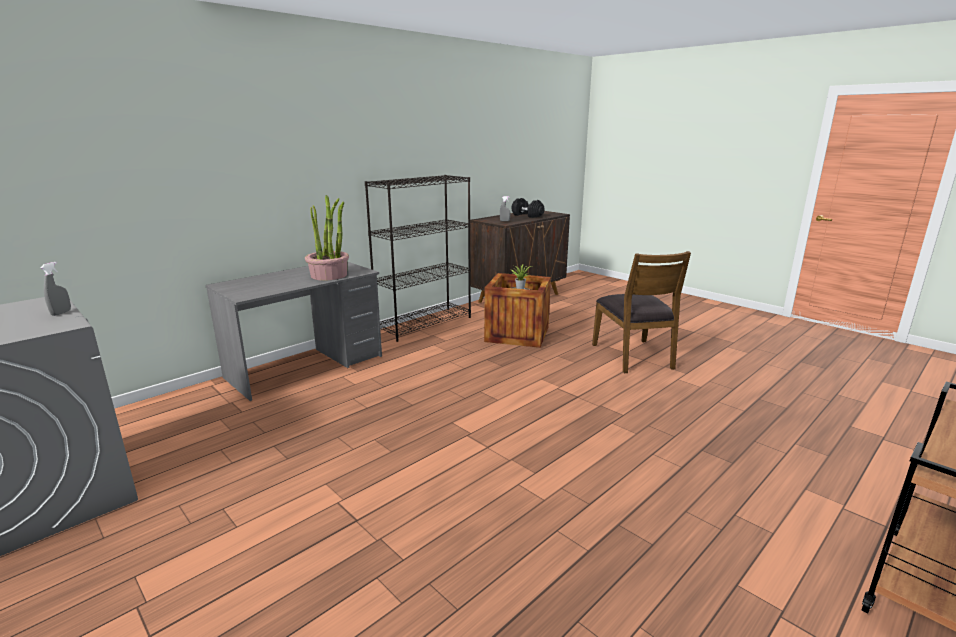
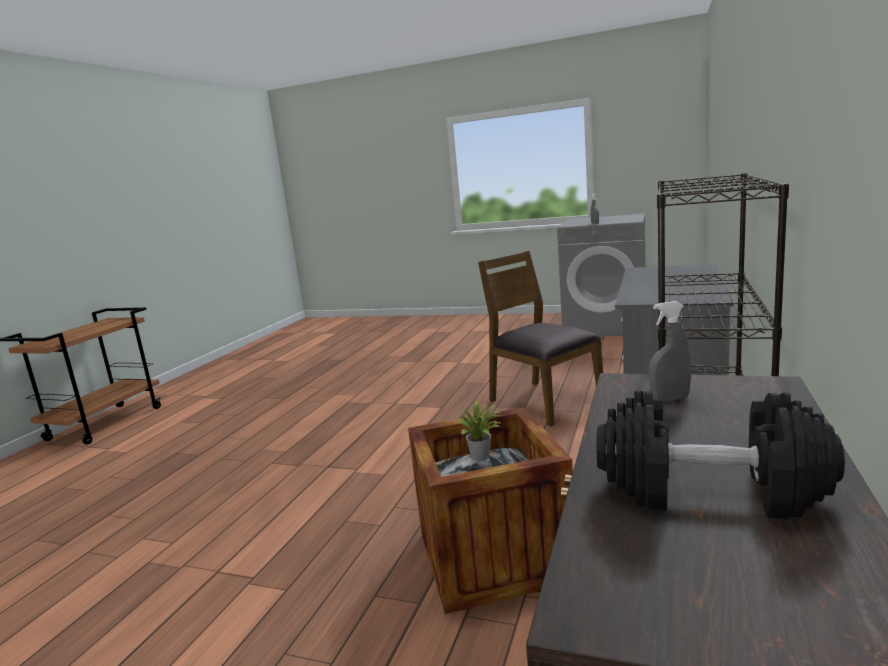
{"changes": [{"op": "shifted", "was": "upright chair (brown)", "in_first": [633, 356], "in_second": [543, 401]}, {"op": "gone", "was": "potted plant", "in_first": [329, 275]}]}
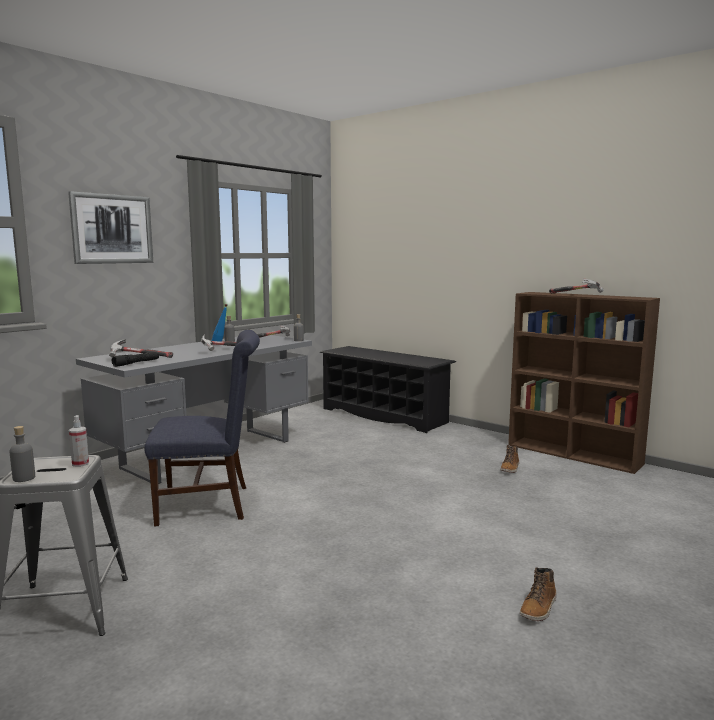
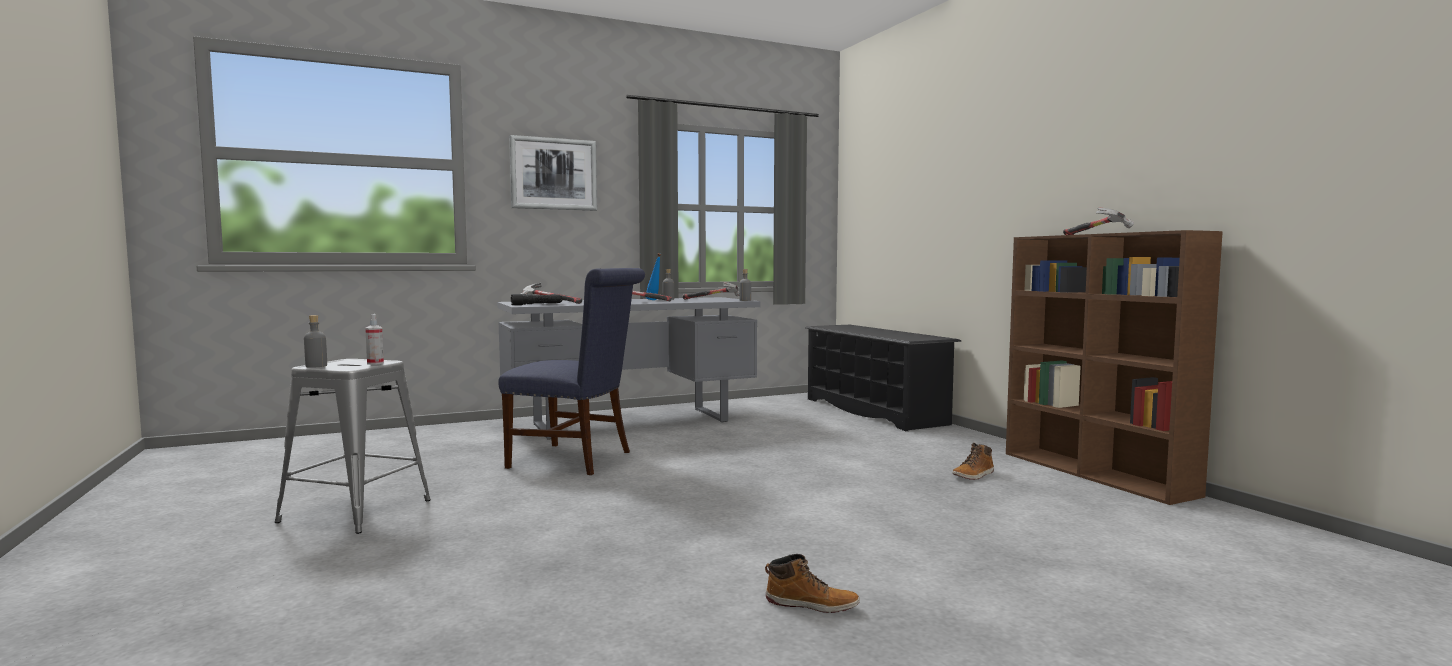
{"changes": [{"op": "rotated", "was": "boot", "in_first": [539, 608], "in_second": [811, 604], "clockwise": -135}]}
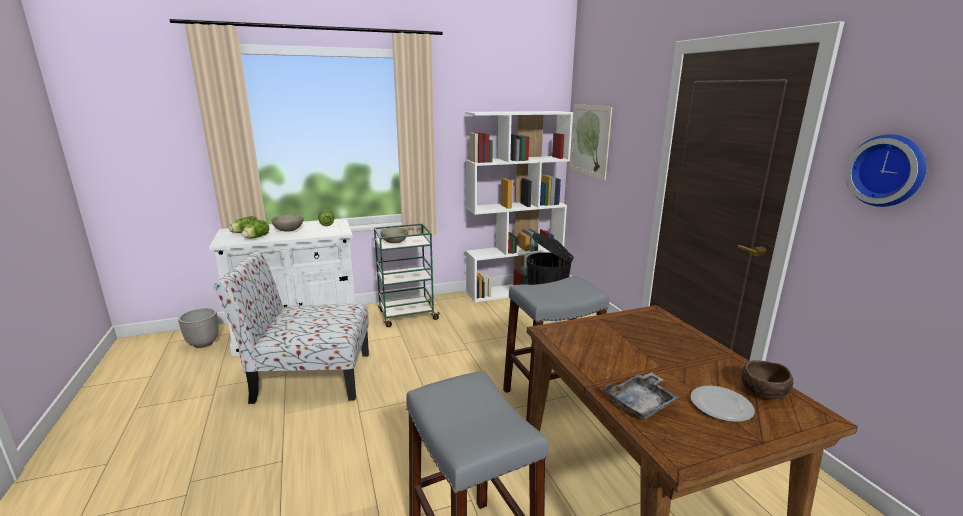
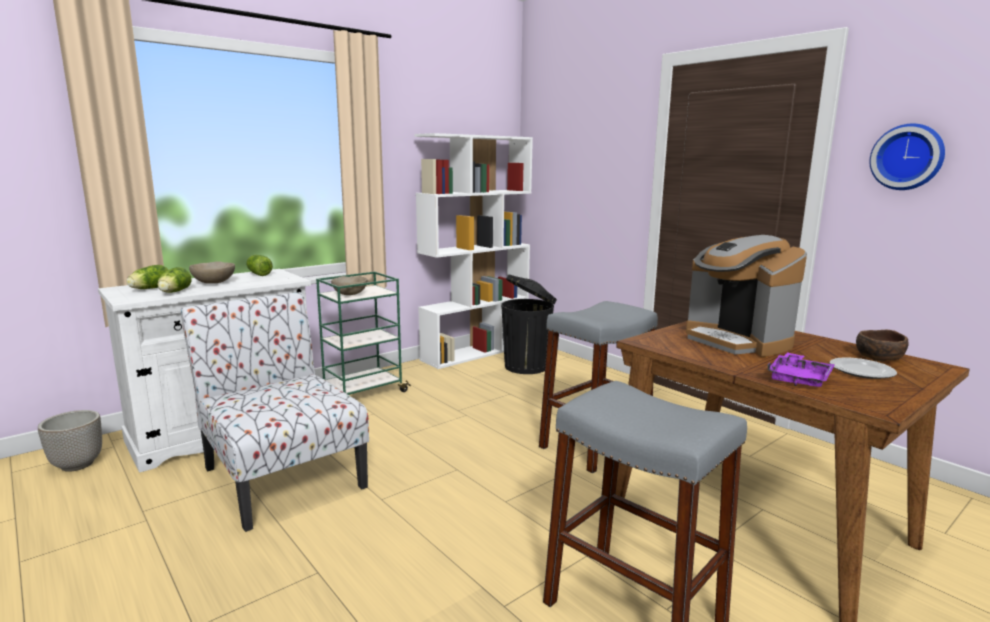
{"changes": [{"op": "rotated", "was": "upright chair", "in_first": [309, 377], "in_second": [282, 476], "clockwise": 75}, {"op": "new", "now": "coffee maker", "in_second": [736, 341]}, {"op": "repainted", "was": "tray (greyish)", "now": "tray (purplish)", "in_first": [642, 404], "in_second": [799, 379]}, {"op": "gone", "was": "picture", "in_first": [589, 140]}]}
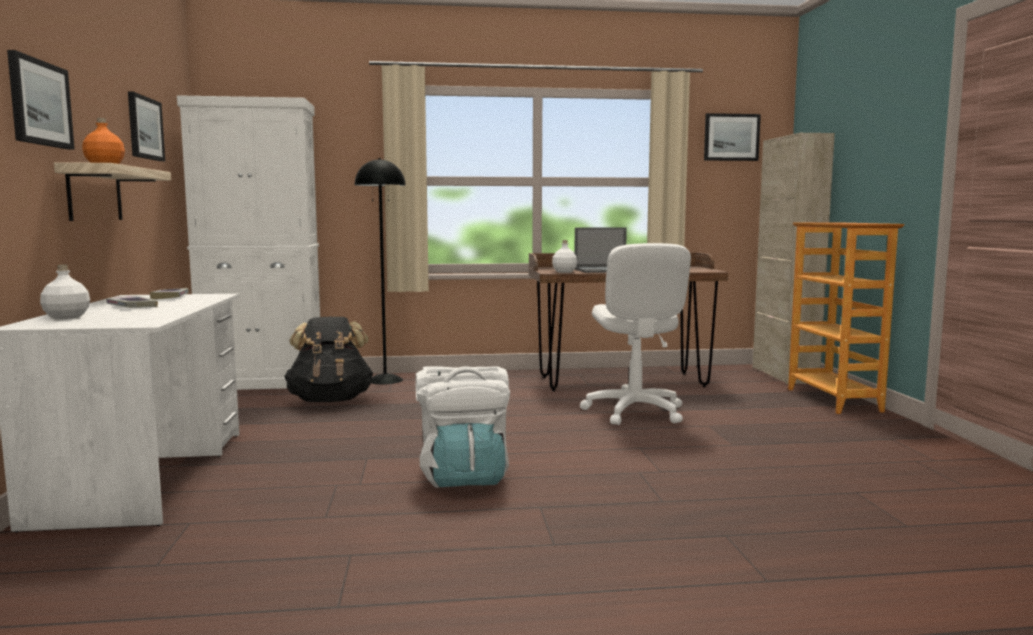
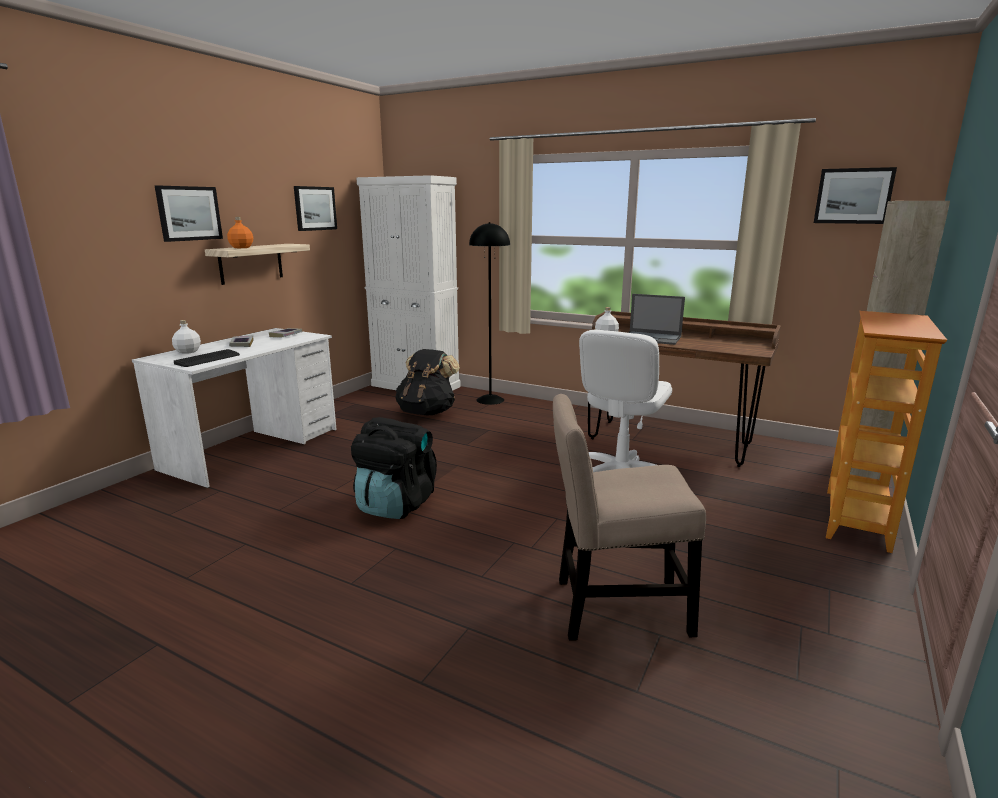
{"changes": [{"op": "new", "now": "keyboard", "in_second": [208, 359]}, {"op": "repainted", "was": "knapsack (whitish)", "now": "knapsack (black)", "in_first": [464, 476], "in_second": [395, 504]}, {"op": "new", "now": "upright chair (sand-coloured)", "in_second": [614, 608]}]}
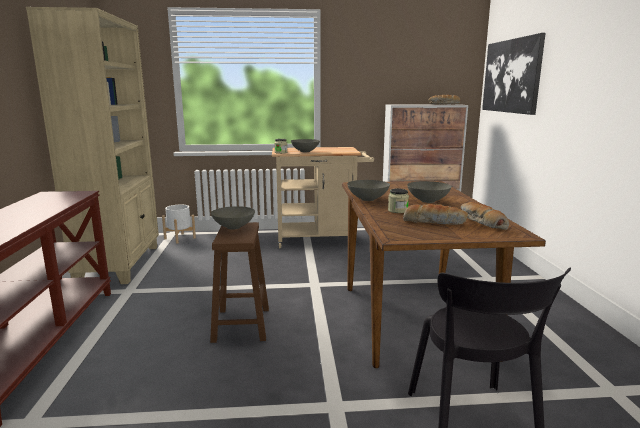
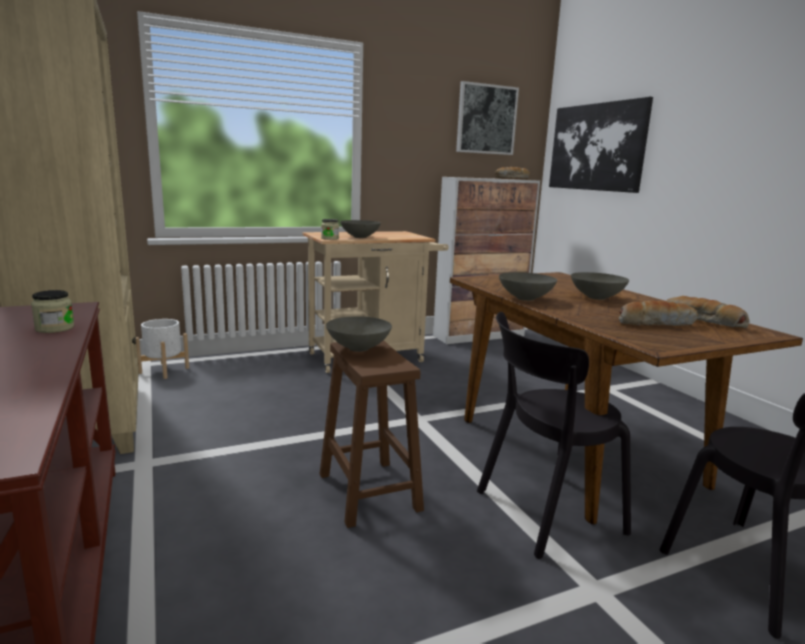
{"changes": [{"op": "shifted", "was": "storage jar", "in_first": [397, 211], "in_second": [55, 328]}, {"op": "new", "now": "picture", "in_second": [486, 119]}, {"op": "new", "now": "upright chair (black)", "in_second": [543, 513]}]}
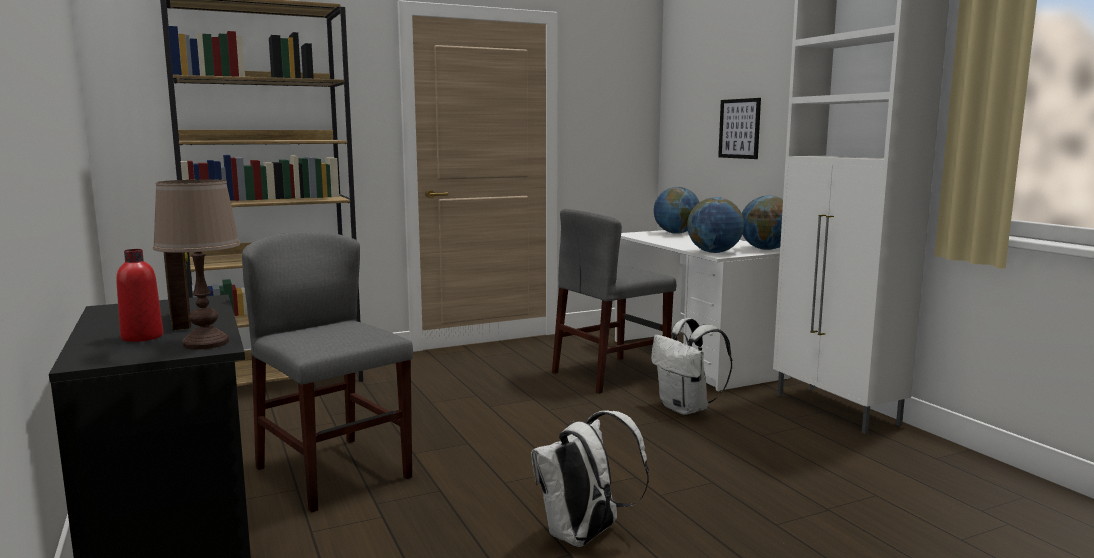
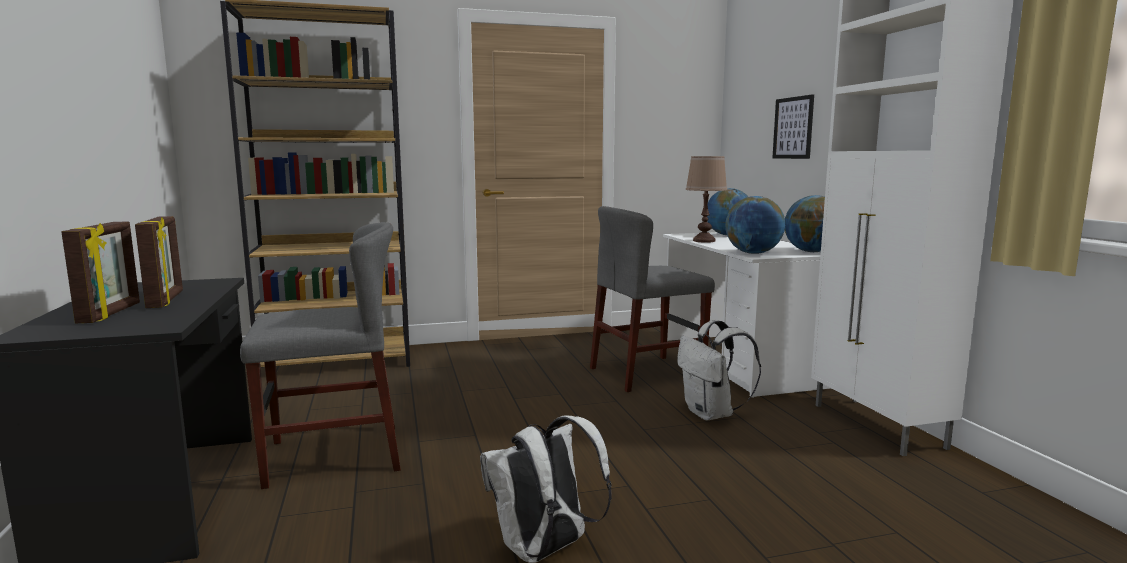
{"changes": [{"op": "swapped", "was": "bottle (reddish)", "now": "picture frame", "in_first": [142, 337], "in_second": [111, 313]}, {"op": "rotated", "was": "upright chair (greyish)", "in_first": [333, 472], "in_second": [334, 455], "clockwise": 105}, {"op": "shifted", "was": "lamp for a table (brown)", "in_first": [206, 343], "in_second": [704, 241]}]}
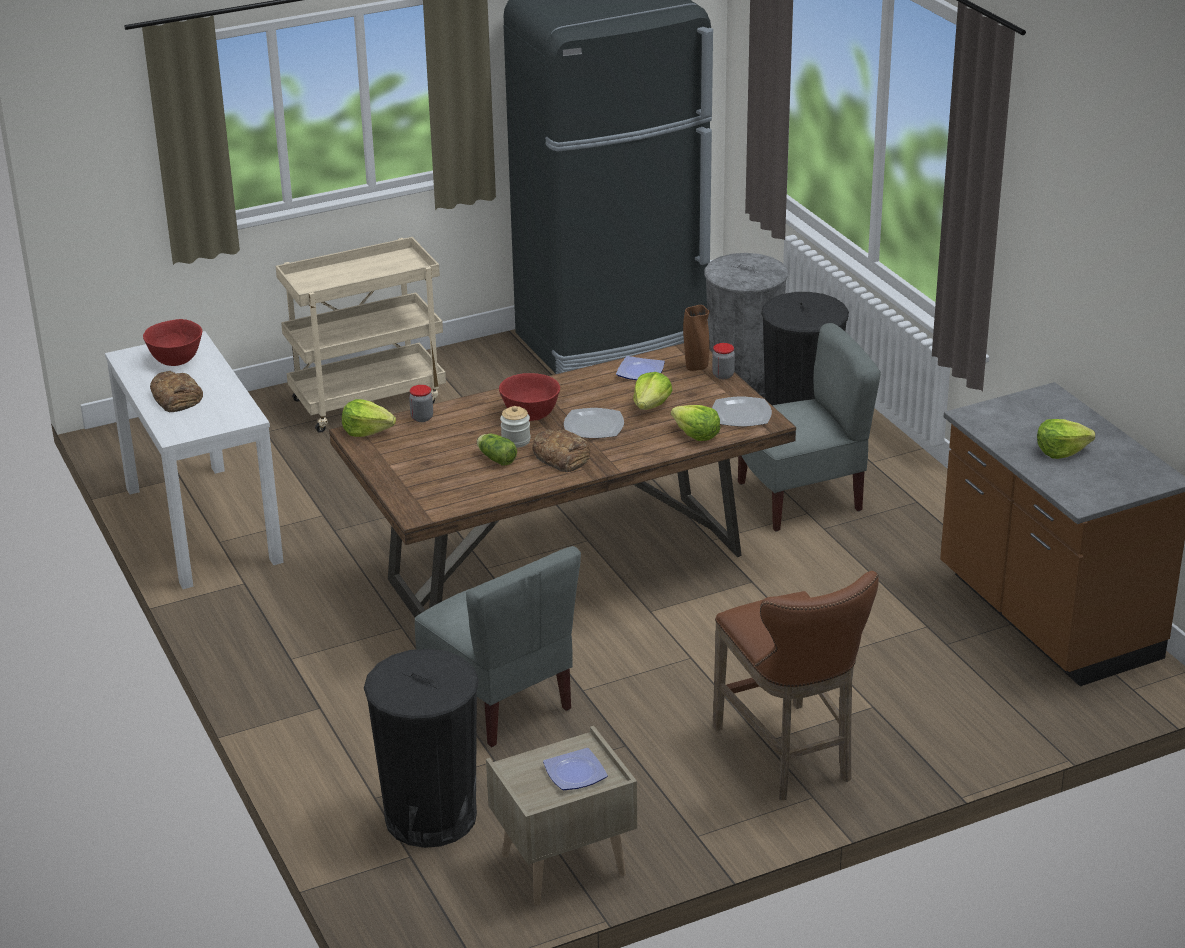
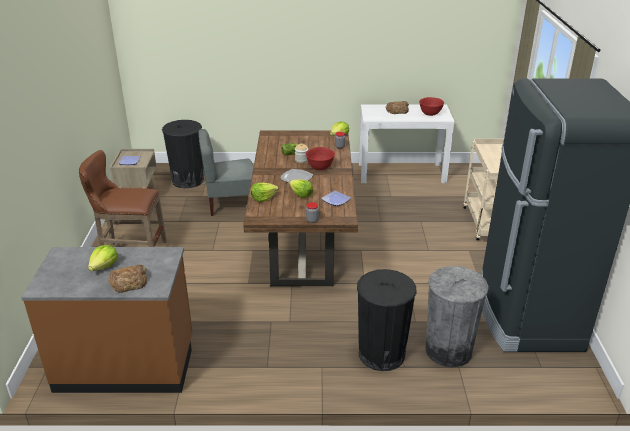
{"changes": [{"op": "shifted", "was": "bakery bread", "in_first": [561, 456], "in_second": [129, 282]}, {"op": "gone", "was": "vase (brown)", "in_first": [696, 367]}, {"op": "gone", "was": "dinner plate", "in_first": [742, 414]}, {"op": "gone", "was": "upright chair (greyish)", "in_first": [801, 498]}]}
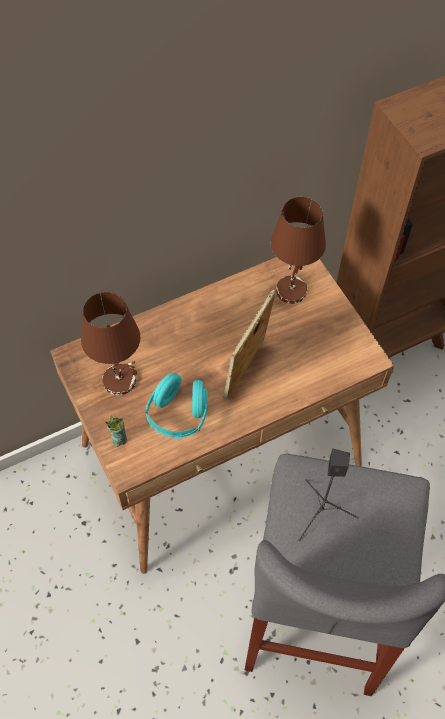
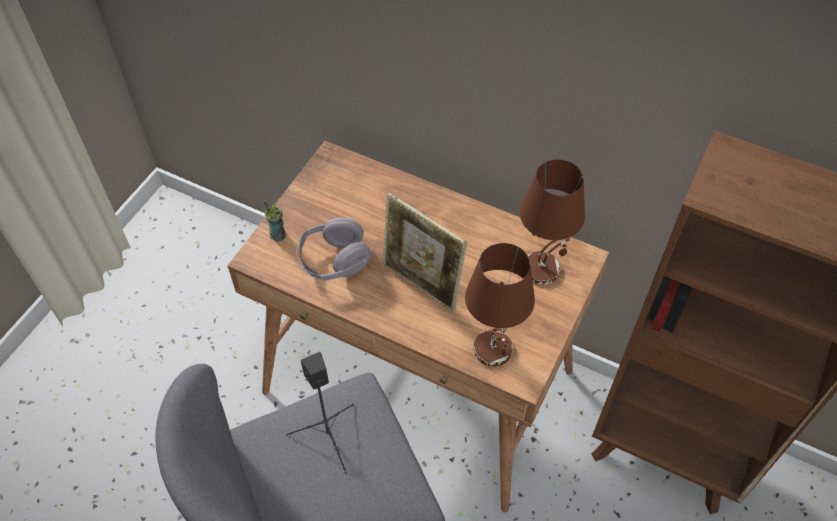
{"changes": [{"op": "repainted", "was": "headset (turquoise-coloured)", "now": "headset (greyish)", "in_first": [178, 415], "in_second": [334, 262]}, {"op": "rotated", "was": "picture frame", "in_first": [246, 370], "in_second": [421, 285], "clockwise": -135}, {"op": "shifted", "was": "lamp for a table (brown)", "in_first": [120, 380], "in_second": [493, 350]}]}
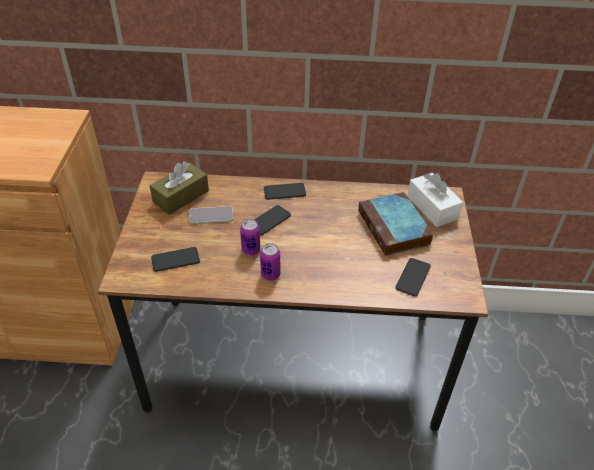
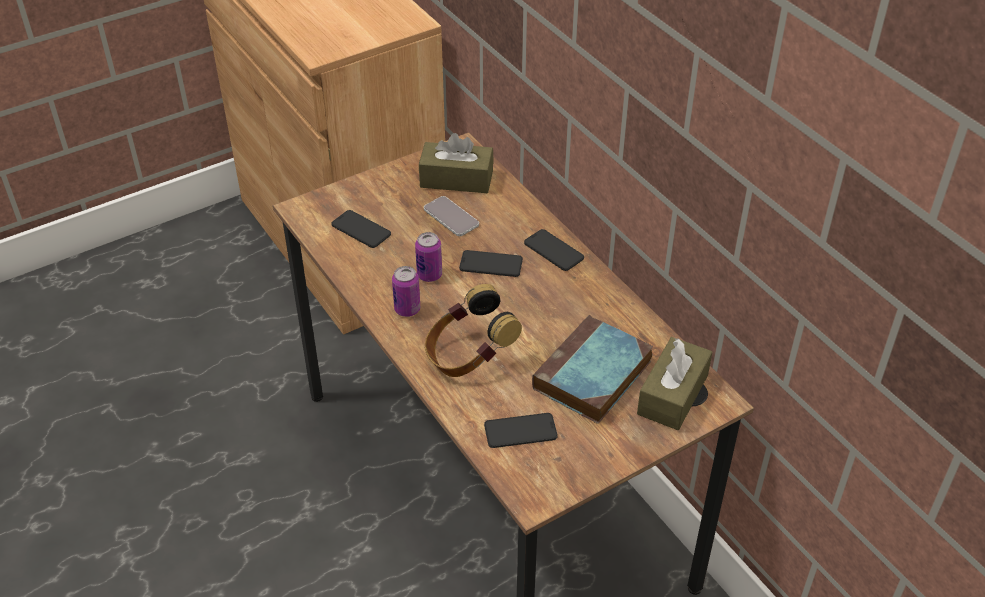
{"changes": [{"op": "new", "now": "headset", "in_second": [468, 356]}, {"op": "repainted", "was": "tissue holder (whitish)", "now": "tissue holder (brown)", "in_first": [432, 207], "in_second": [672, 394]}]}
